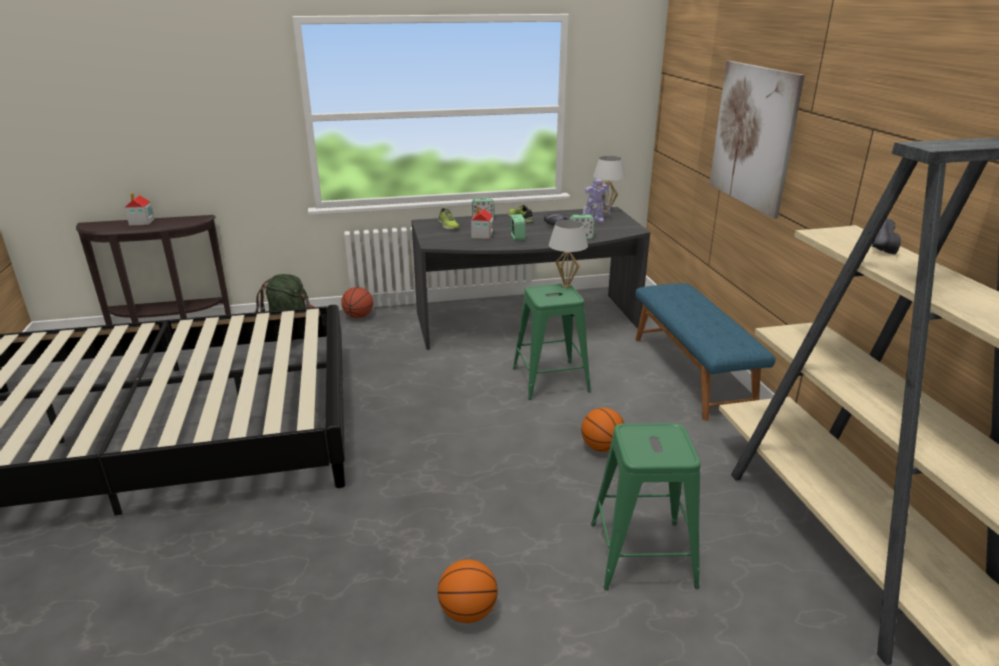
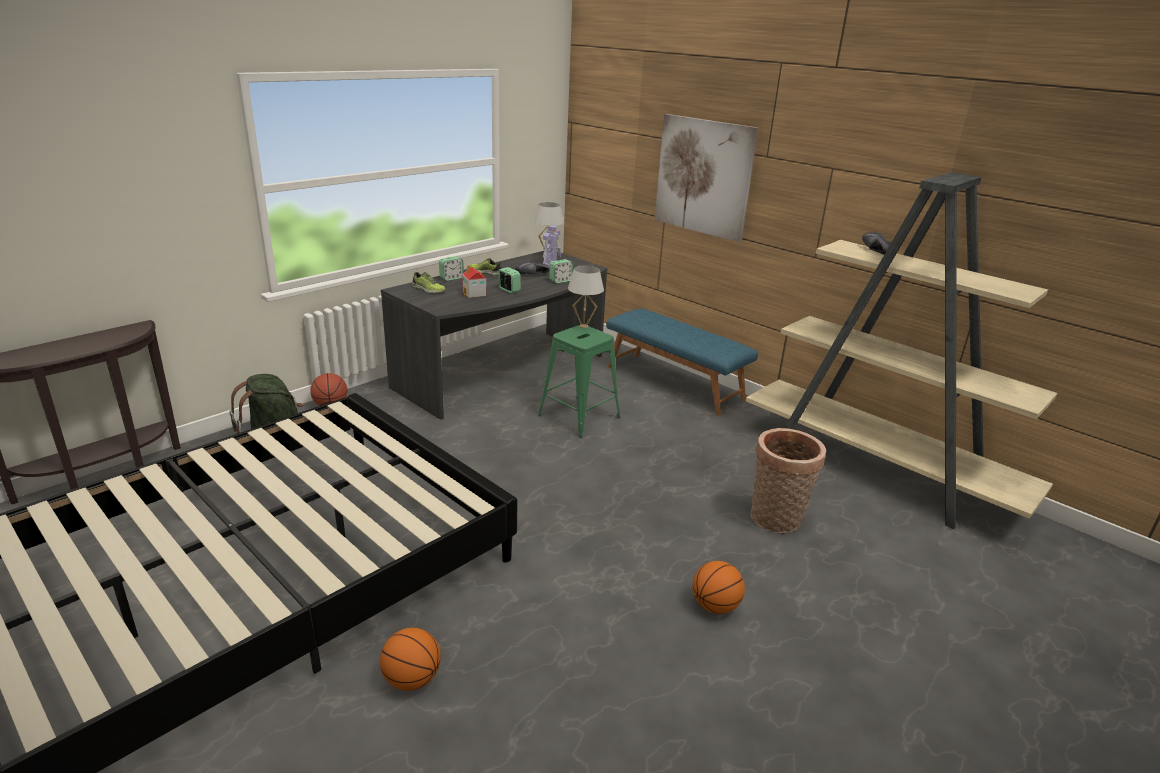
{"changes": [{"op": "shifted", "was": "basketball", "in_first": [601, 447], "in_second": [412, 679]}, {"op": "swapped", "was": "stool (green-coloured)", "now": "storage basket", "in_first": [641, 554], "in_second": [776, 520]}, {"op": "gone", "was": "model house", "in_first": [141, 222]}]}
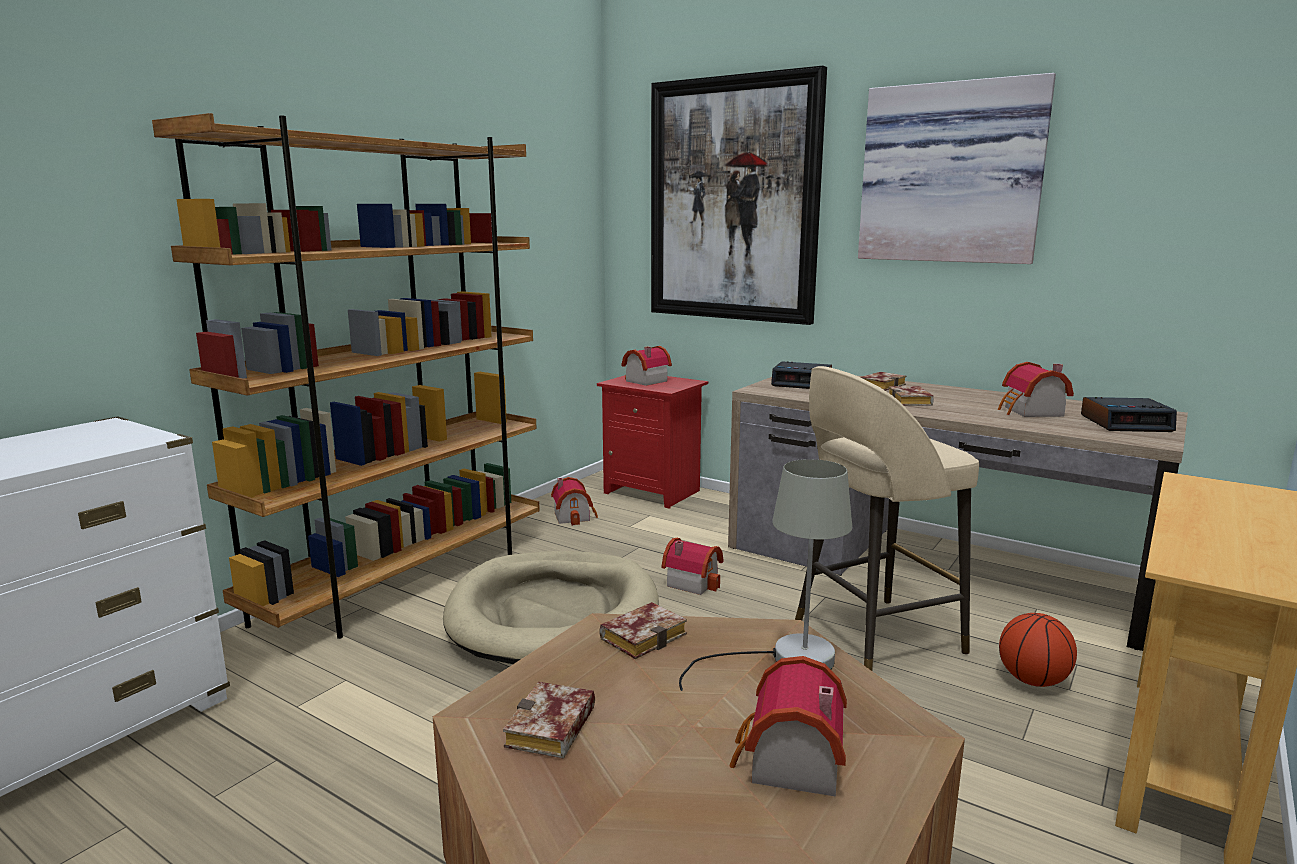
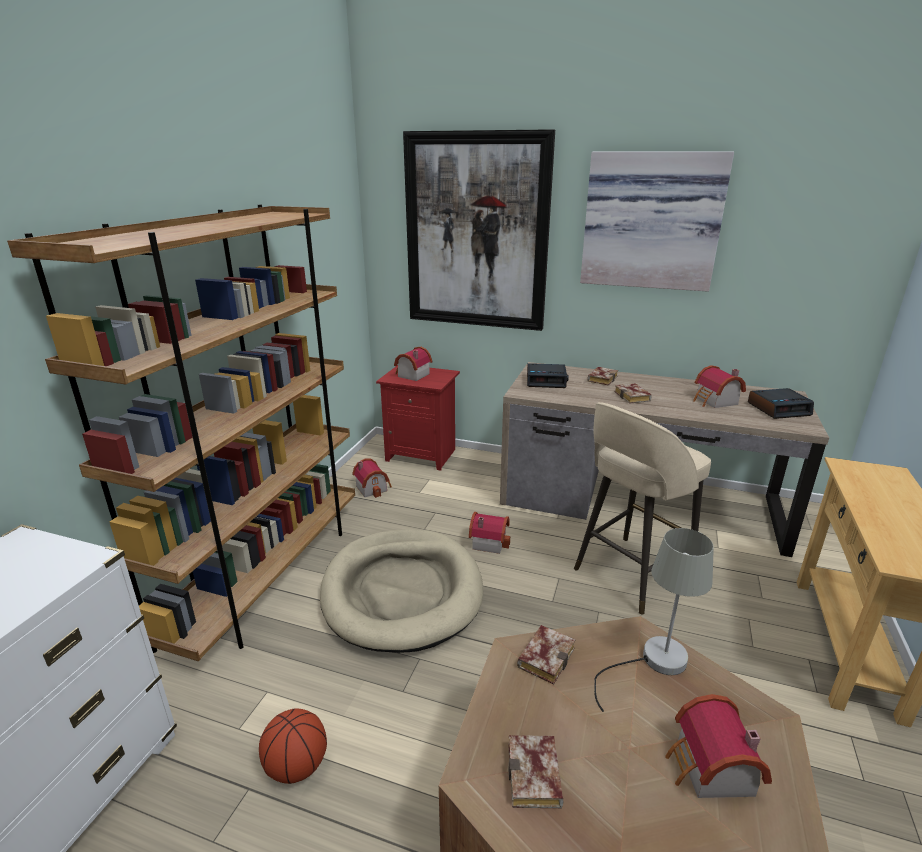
{"changes": [{"op": "shifted", "was": "basketball", "in_first": [1032, 680], "in_second": [296, 766]}]}
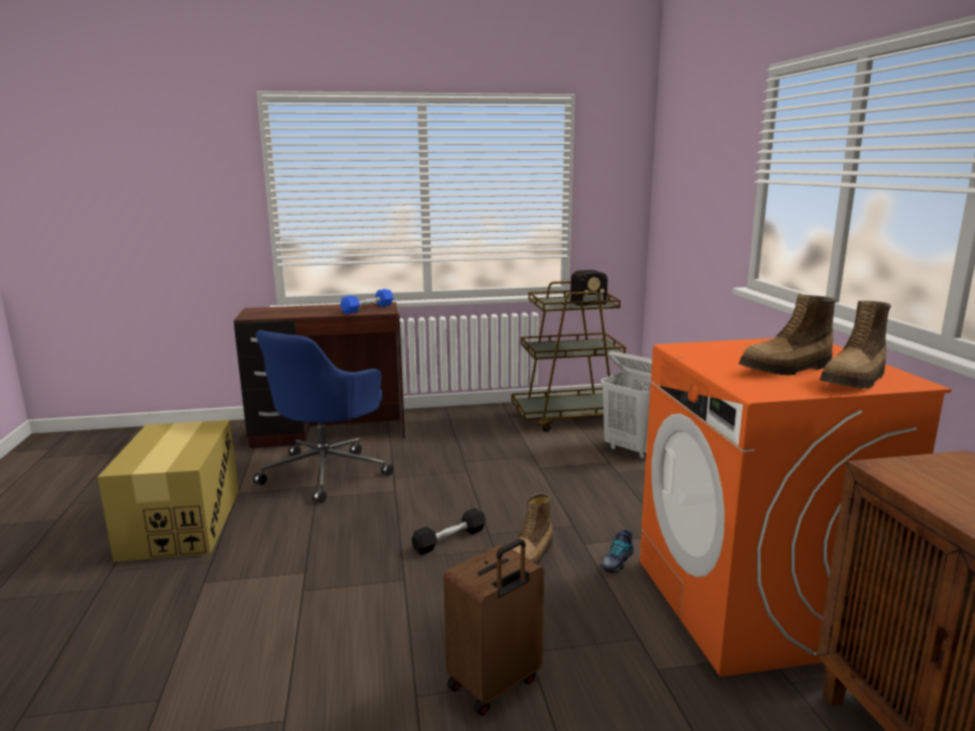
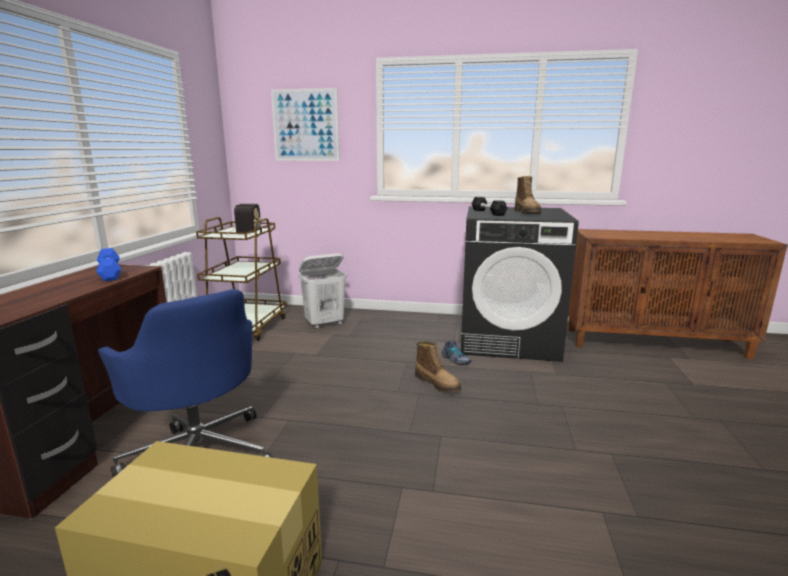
{"changes": [{"op": "new", "now": "picture", "in_second": [305, 125]}, {"op": "repainted", "was": "laundry appliance (orange-coloured)", "now": "laundry appliance (black)", "in_first": [755, 603], "in_second": [509, 340]}, {"op": "shifted", "was": "hand weight (black)", "in_first": [449, 539], "in_second": [488, 212]}, {"op": "gone", "was": "suitcase (brown)", "in_first": [495, 684]}, {"op": "gone", "was": "boot", "in_first": [855, 380]}]}
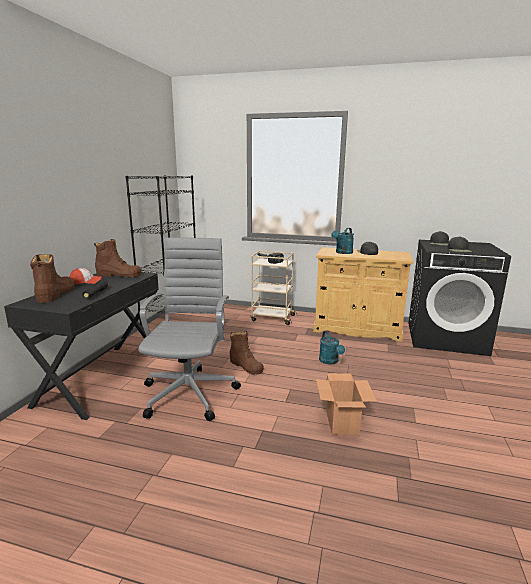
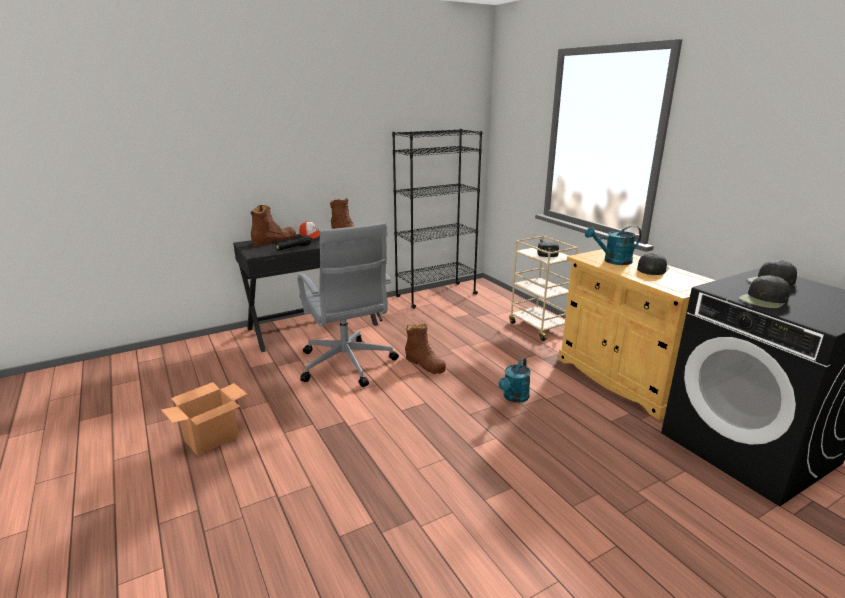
{"changes": [{"op": "shifted", "was": "carton", "in_first": [341, 422], "in_second": [212, 438]}, {"op": "rotated", "was": "office chair (greyish)", "in_first": [190, 392], "in_second": [347, 365], "clockwise": 105}, {"op": "rotated", "was": "boot (brown)", "in_first": [246, 366], "in_second": [425, 364], "clockwise": -45}]}
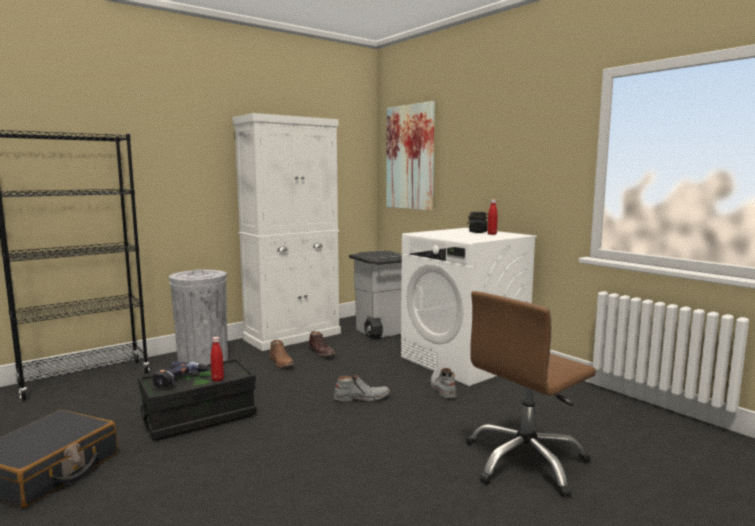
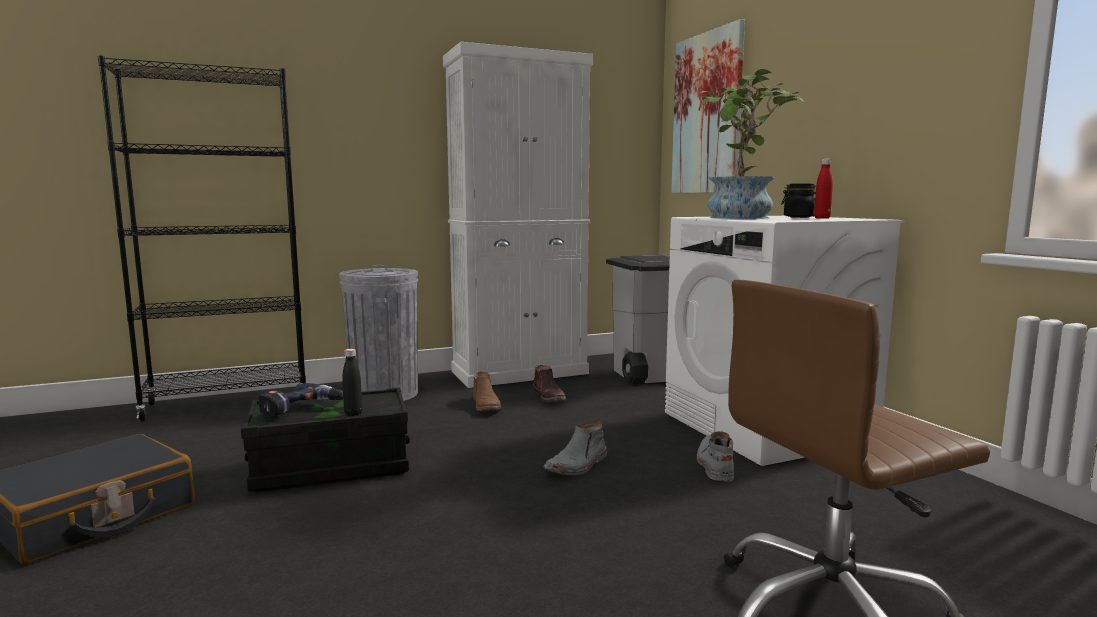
{"changes": [{"op": "repainted", "was": "bottle (reddish)", "now": "bottle (black)", "in_first": [217, 379], "in_second": [353, 413]}, {"op": "rotated", "was": "boot (greyish)", "in_first": [361, 398], "in_second": [577, 465], "clockwise": 120}, {"op": "new", "now": "potted plant", "in_second": [740, 218]}]}
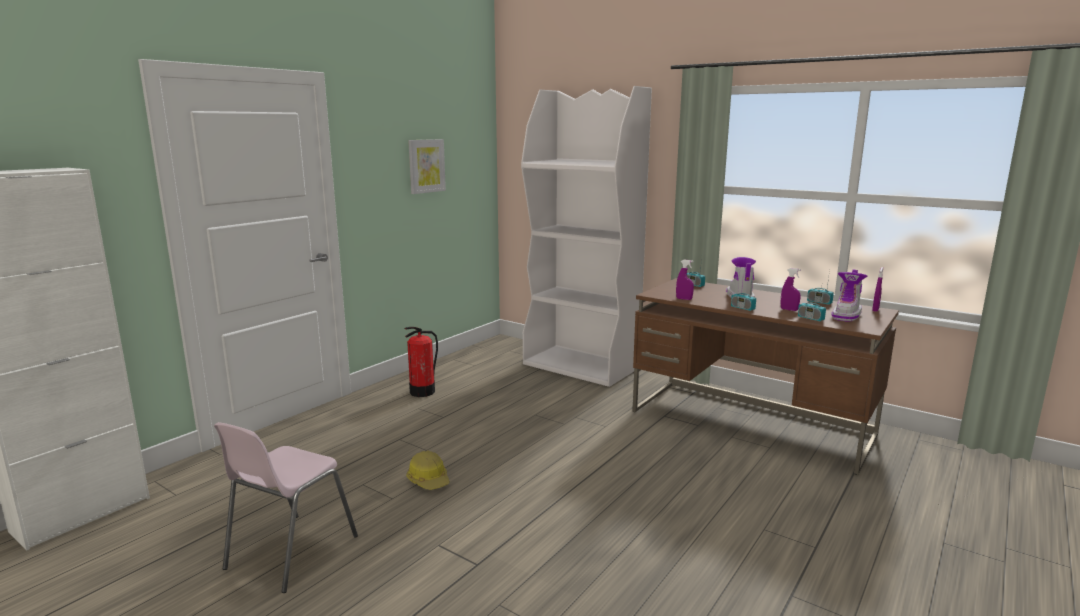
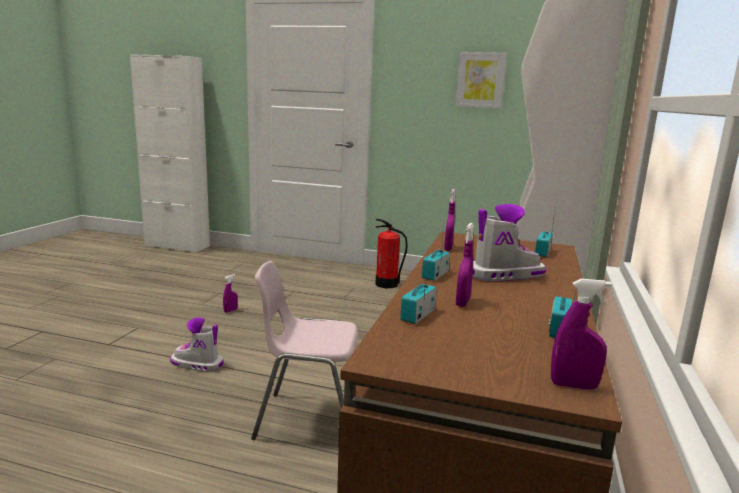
{"changes": [{"op": "shifted", "was": "boot", "in_first": [846, 315], "in_second": [197, 364]}, {"op": "swapped", "was": "safety helmet", "now": "hand sprayer (purplish)", "in_first": [429, 480], "in_second": [230, 311]}, {"op": "shifted", "was": "upright chair (pink)", "in_first": [290, 552], "in_second": [310, 419]}]}
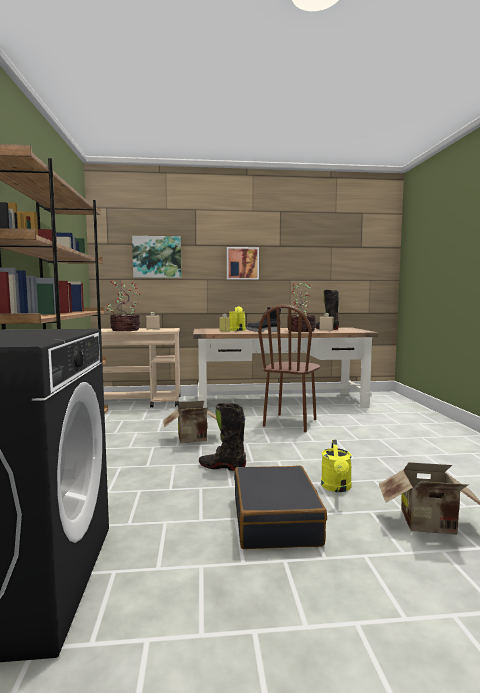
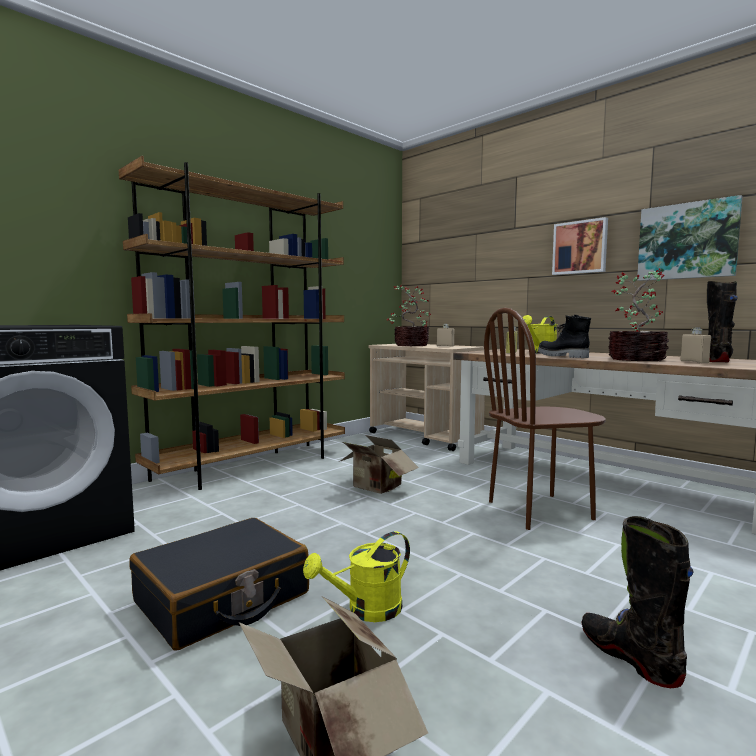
{"changes": [{"op": "shifted", "was": "boot (black)", "in_first": [222, 467], "in_second": [629, 657]}, {"op": "shifted", "was": "picture", "in_first": [157, 257], "in_second": [687, 241]}]}
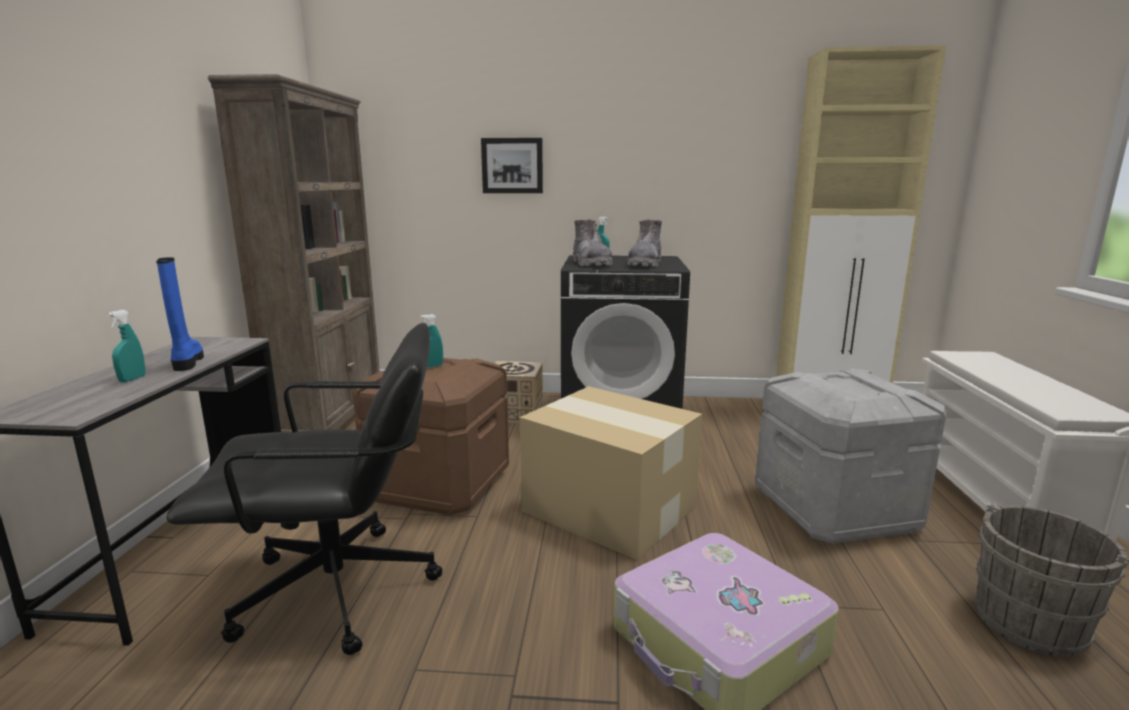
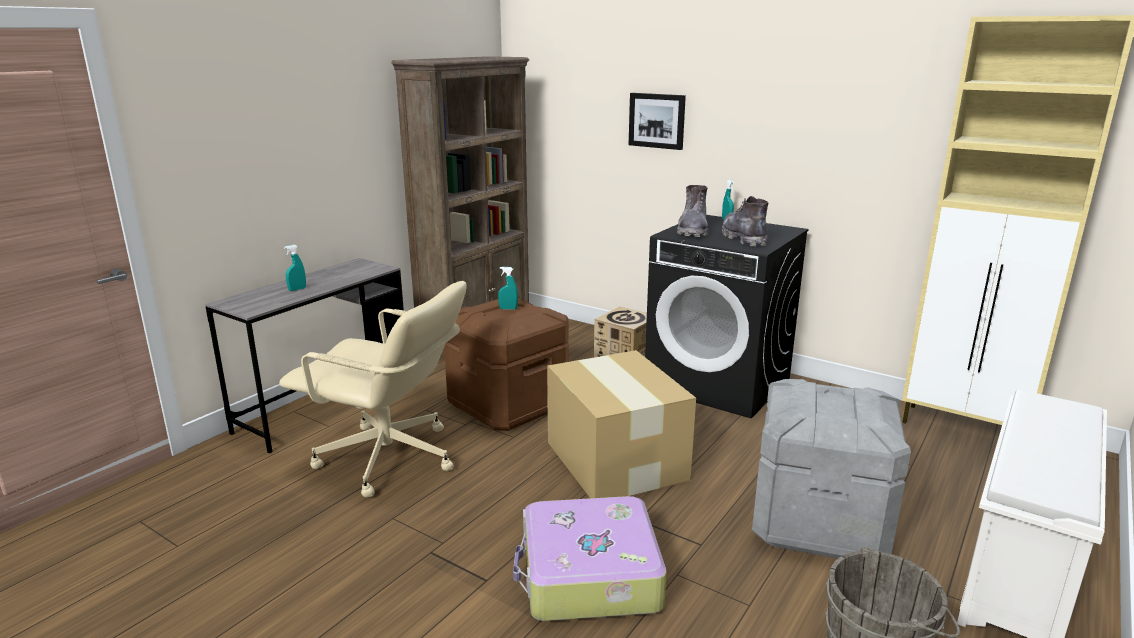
{"changes": [{"op": "repainted", "was": "office chair (black)", "now": "office chair (sand-coloured)", "in_first": [339, 591], "in_second": [389, 459]}, {"op": "rotated", "was": "boot (greyish)", "in_first": [645, 264], "in_second": [743, 238], "clockwise": 120}, {"op": "gone", "was": "boot (bluish)", "in_first": [187, 362]}]}
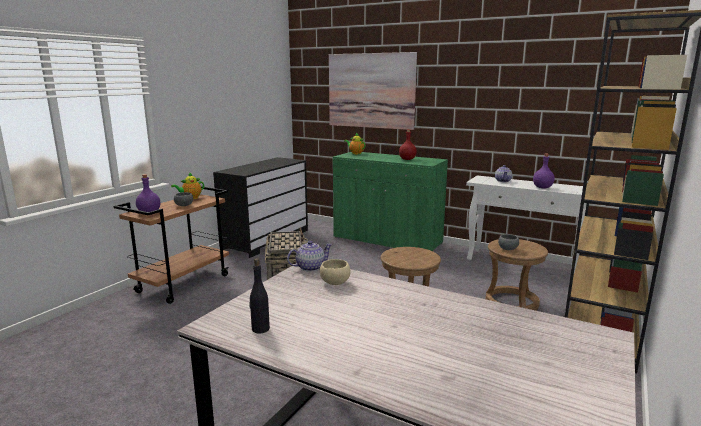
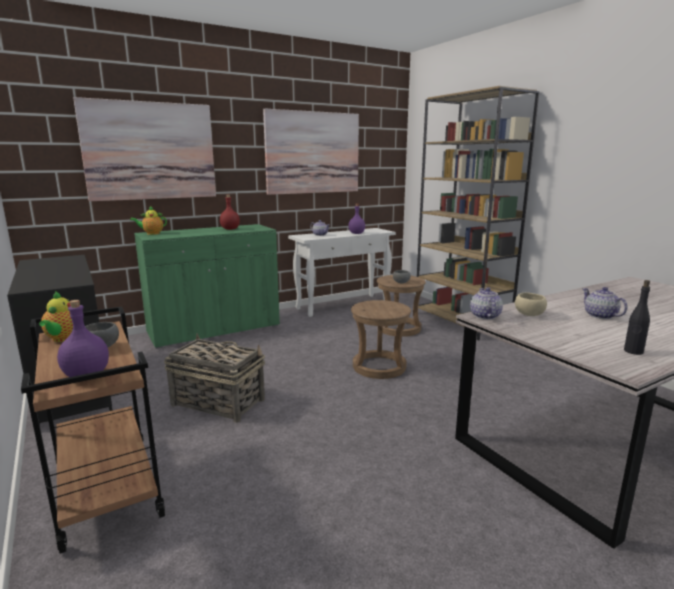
{"changes": [{"op": "new", "now": "picture", "in_second": [313, 153]}, {"op": "new", "now": "tea pot", "in_second": [600, 316]}]}
